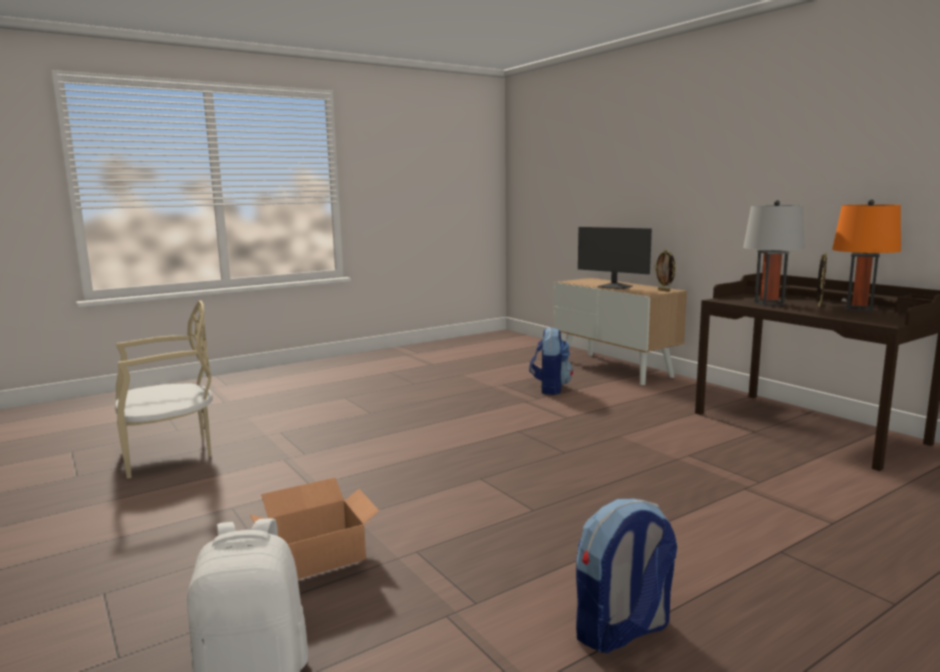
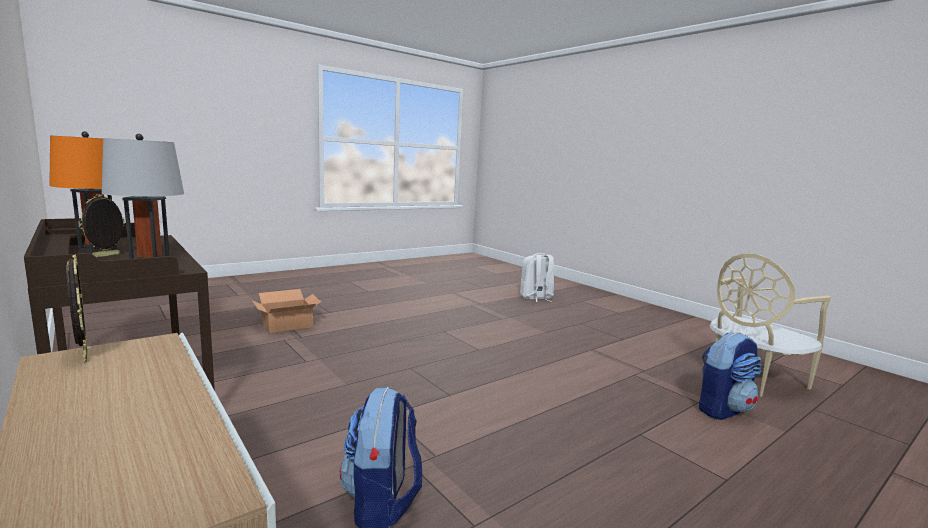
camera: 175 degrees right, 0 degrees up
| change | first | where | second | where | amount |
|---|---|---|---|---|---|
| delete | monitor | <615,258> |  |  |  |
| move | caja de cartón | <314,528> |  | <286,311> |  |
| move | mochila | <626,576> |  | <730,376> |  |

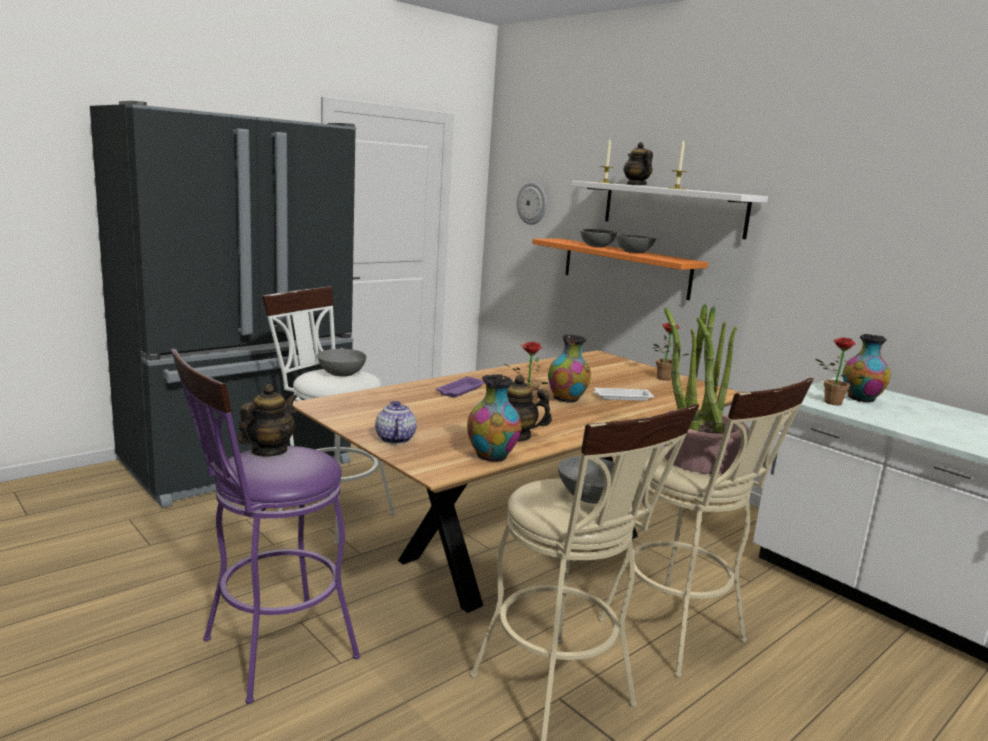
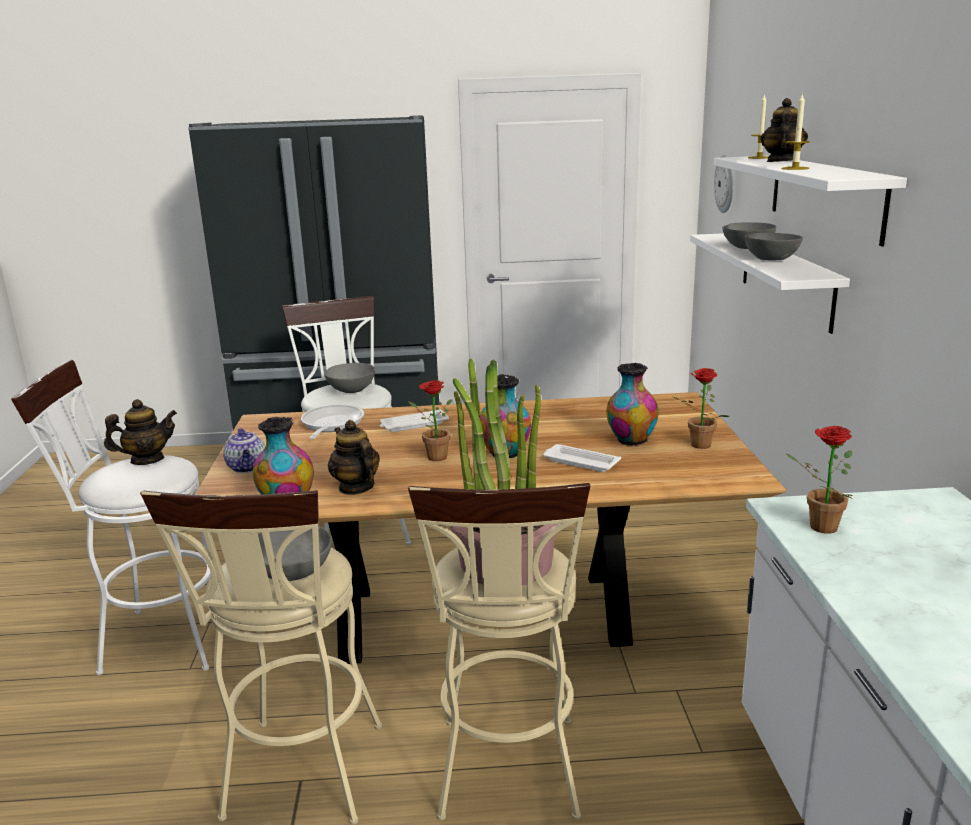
camera: 40 degrees right, 5 degrees up
| change | first | where | second | where | amount |
|---|---|---|---|---|---|
| recolor | estante/naranja | <620,269> | estante/blanco | <770,283> |  |
| move | florero | <866,368> |  | <632,404> |  |
| recolor | taburete/morado | <265,526> | taburete/blanco | <111,517> |  |
| recolor | bandeja/morado | <460,387> | bandeja/blanco | <414,420> |  |
| rotate | tetera | <396,422> |  | <244,450> | 135 degrees clockwise |
| insert |  |  | sartén | <333,421> |  |

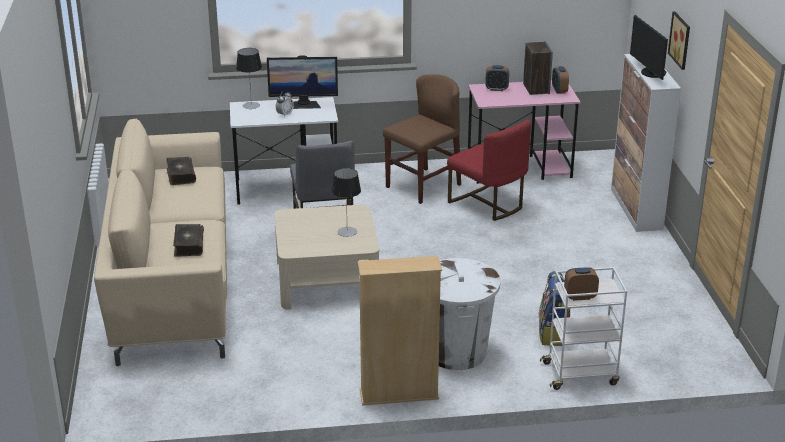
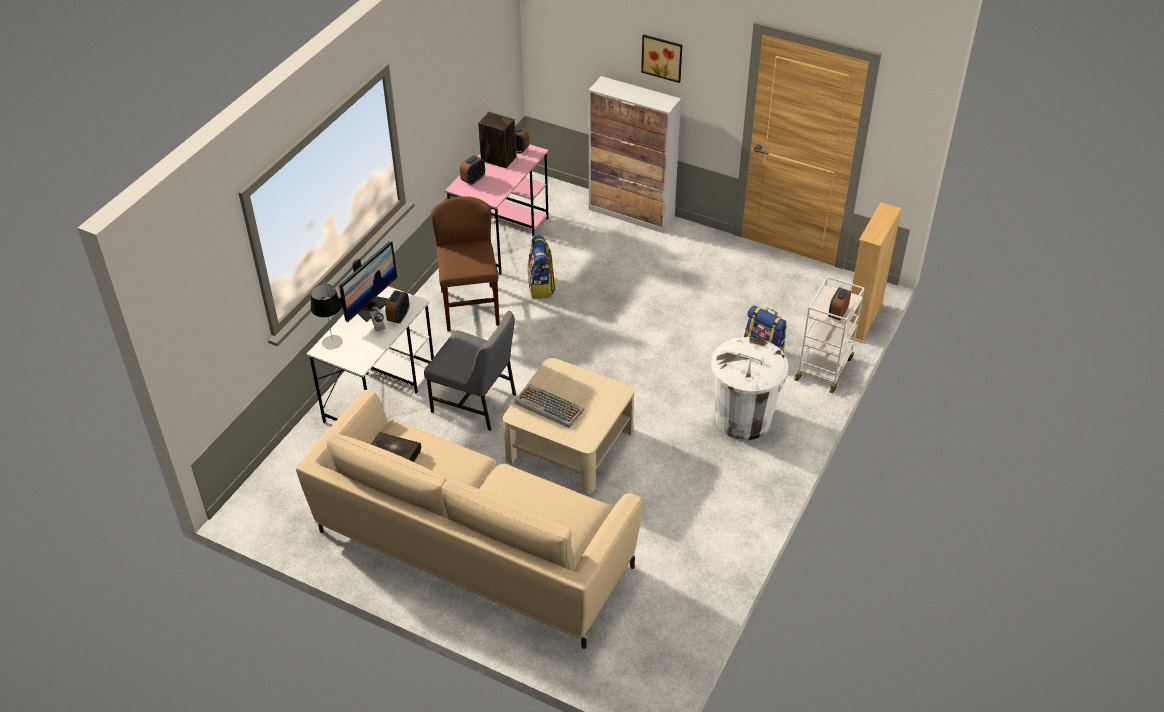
camera: 55 degrees left, 15 degrees up
| change | first | where | second | where | amount |
|---|---|---|---|---|---|
| delete | monitor | <649,47> |  |  |  |
| replace | silla/rojo | <489,170> | mochila | <541,267> |  |
| delete | lámpara de mesa | <346,202> |  |  |  |
| delete | libro | <188,240> |  |  |  |
| move | estantería/beis | <400,330> |  | <876,272> |  |
| insert |  |  | despertador | <397,306> |  |
| insert |  |  | teclado | <549,406> |  |

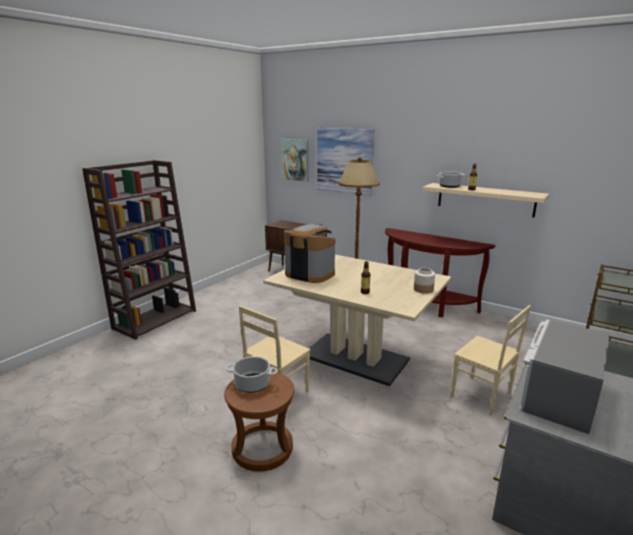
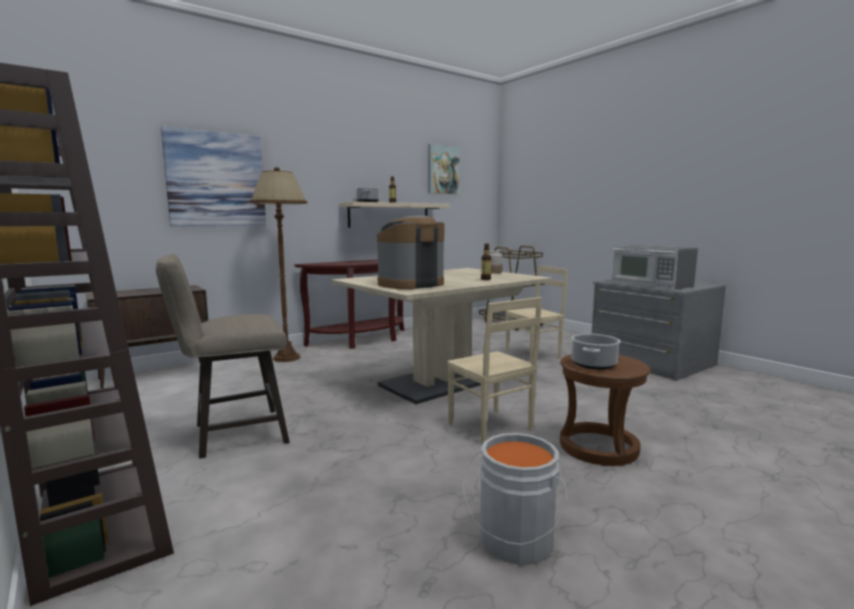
camera: 70 degrees left, 10 degrees down
| change | first | where | second | where | amount |
|---|---|---|---|---|---|
| move | cuadro | <294,160> |  | <444,169> |  |
| insert |  |  | taburete/beis | <223,356> |  |
| insert |  |  | cubo/gris | <515,499> |  |

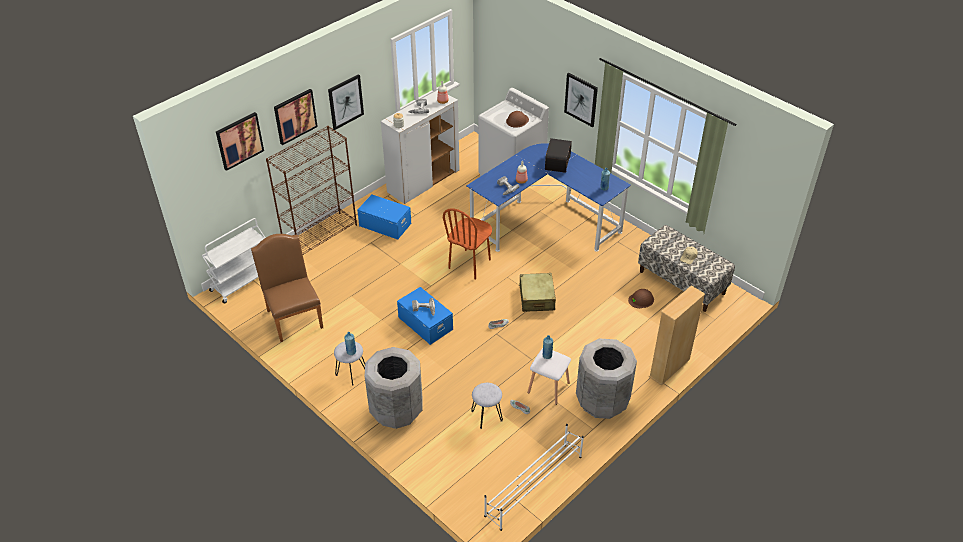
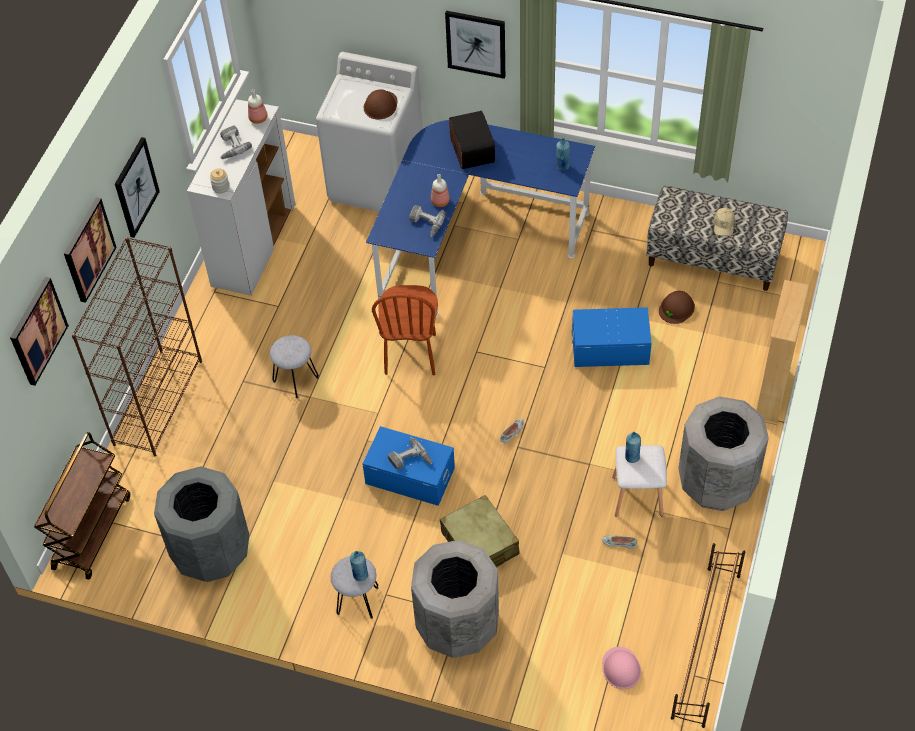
camera: 25 degrees left, 10 degrees up
| change | first | where | second | where | amount |
|---|---|---|---|---|---|
| move | caja de almacenaje/azul | <384,217> |  | <611,337> |  |
| recolor | carrito/blanco | <234,260> | carrito/marrón | <82,506> |  |
| replace | silla/marrón | <287,288> | papelera/gris | <201,524> |  |
| move | maleta/beis | <537,292> |  | <480,531> |  |
| move | taburete/gris | <487,406> |  | <294,366> |  |
| recolor | zapatero/blanco | <534,477> | zapatero/marrón | <708,635> |  |
| insert |  |  | casco/rosa | <621,668> |  |

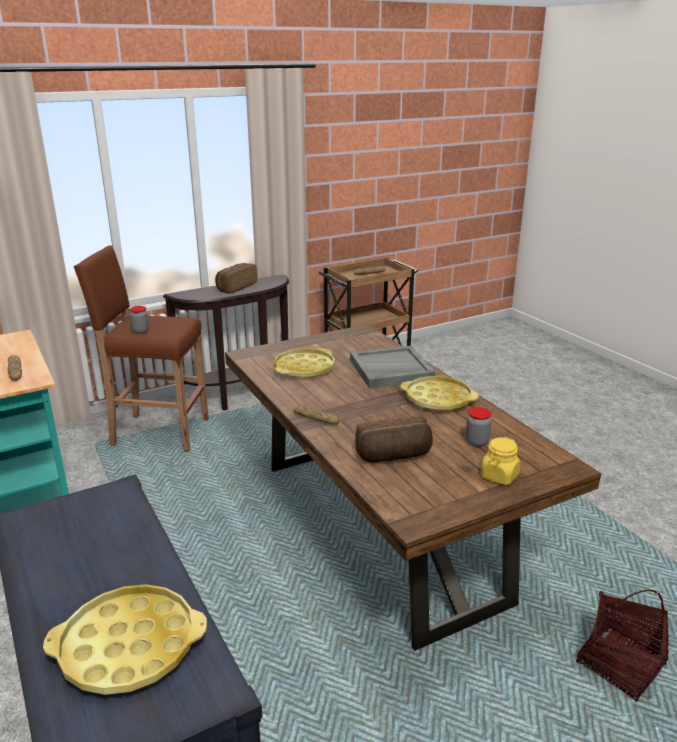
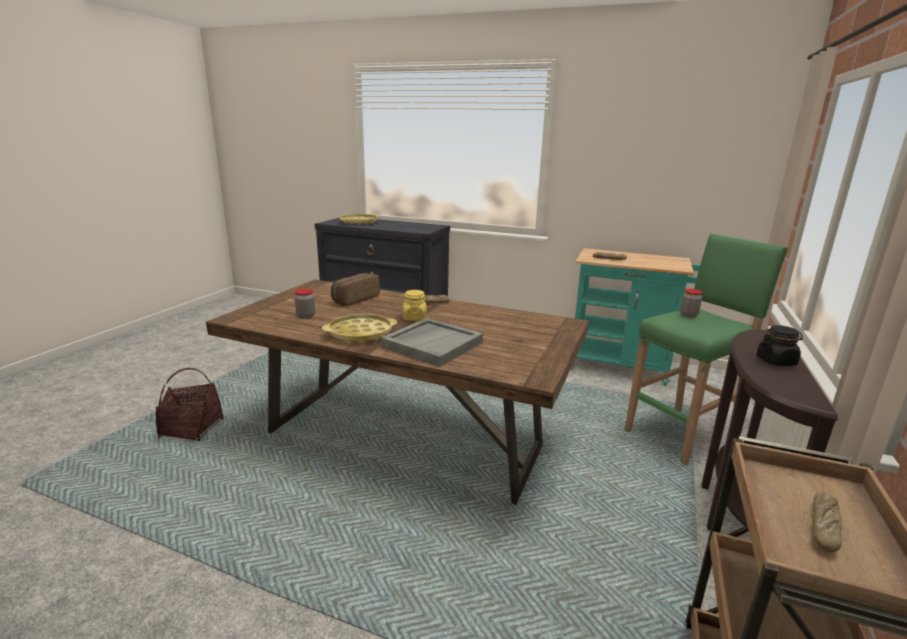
camera: 140 degrees right, 5 degrees down
| change | first | where | second | where | amount |
|---|---|---|---|---|---|
| recolor | taburete/marrón | <141,348> | taburete/verde | <706,349> |  |
| replace | pan | <236,278> | tarro/negro | <779,345> |  |
| delete | bandeja/amarillo | <304,363> |  |  |  |
| move | tarro/amarillo | <501,461> |  | <414,305> |  |

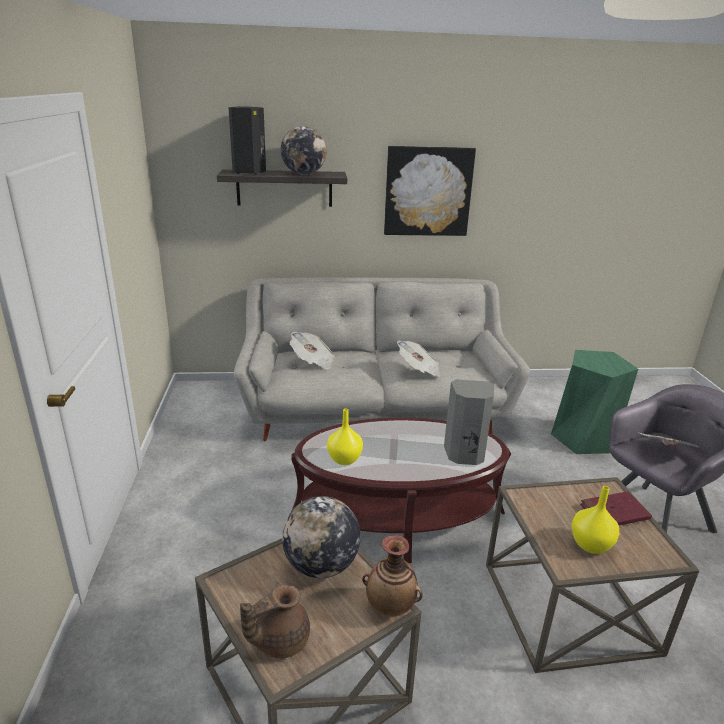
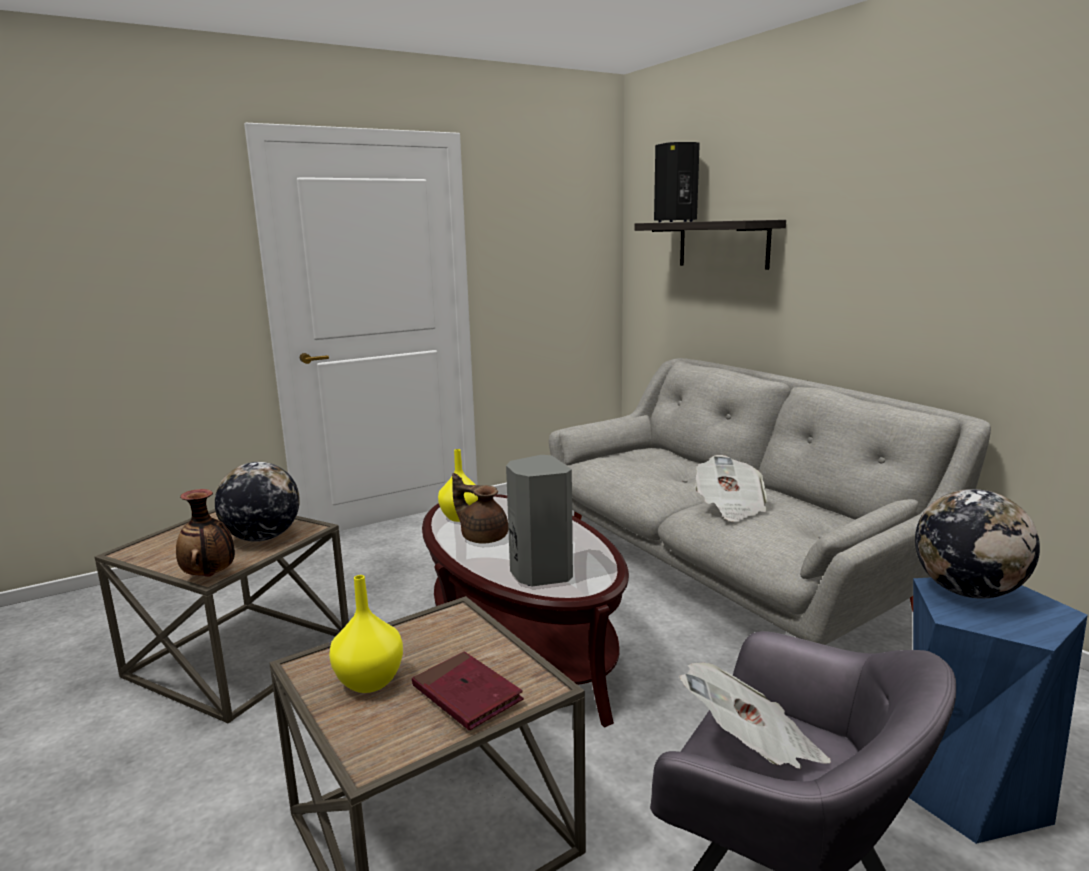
camera: 65 degrees right, 10 degrees down
| change | first | where | second | where | amount |
|---|---|---|---|---|---|
| move | globo terráqueo | <303,150> |  | <977,544> |  |
| delete | cuadro | <430,191> |  |  |  |
| delete | periódico | <312,351> |  |  |  |
| recolor | taburete/verde | <594,402> | taburete/azul | <998,711> |  |
| move | tetera/marrón | <275,621> |  | <480,508> |  |

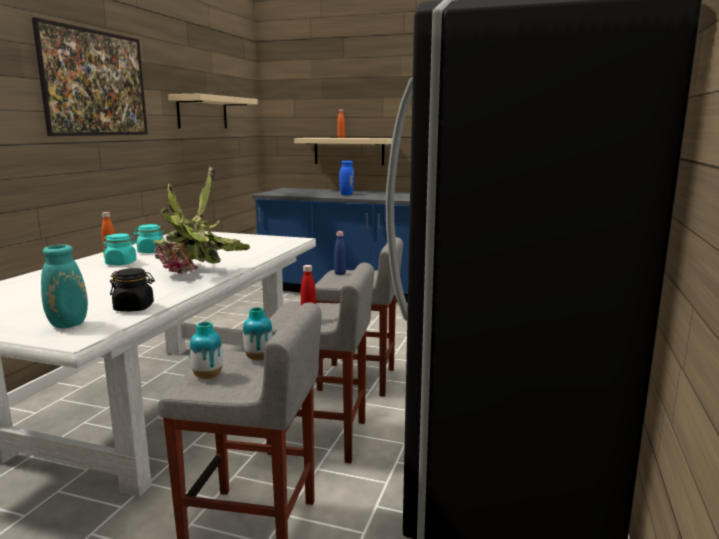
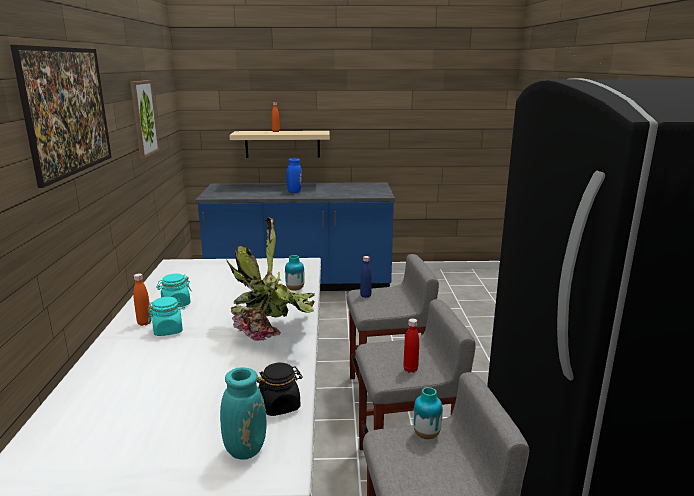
camera: 20 degrees left, 5 degrees up
| change | first | where | second | where | amount |
|---|---|---|---|---|---|
| replace | estante/beis | <213,111> | cuadro | <145,119> |  |
| move | florero | <206,350> |  | <295,273> |  |

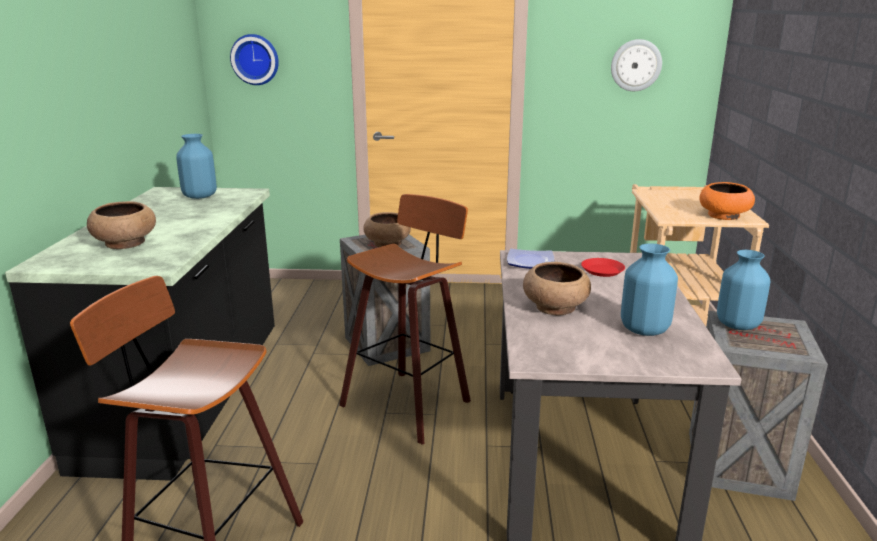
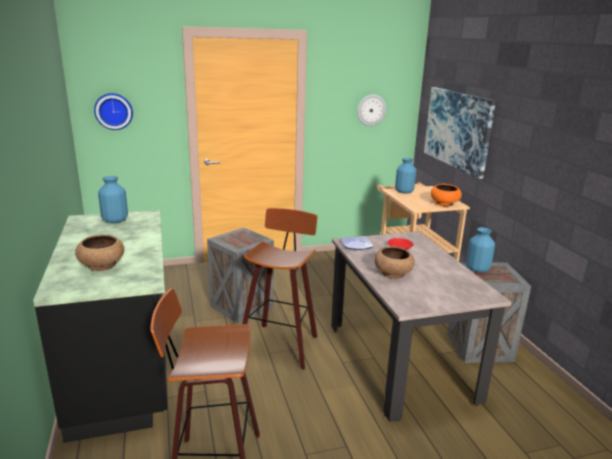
camera: 20 degrees left, 0 degrees up
| change | first | where | second | where | amount |
|---|---|---|---|---|---|
| delete | cuenco/marrón | <387,229> |  |  |  |
| move | florero/azul | <649,289> |  | <405,176> |  |
| insert |  |  | cuadro | <460,133> |  |

